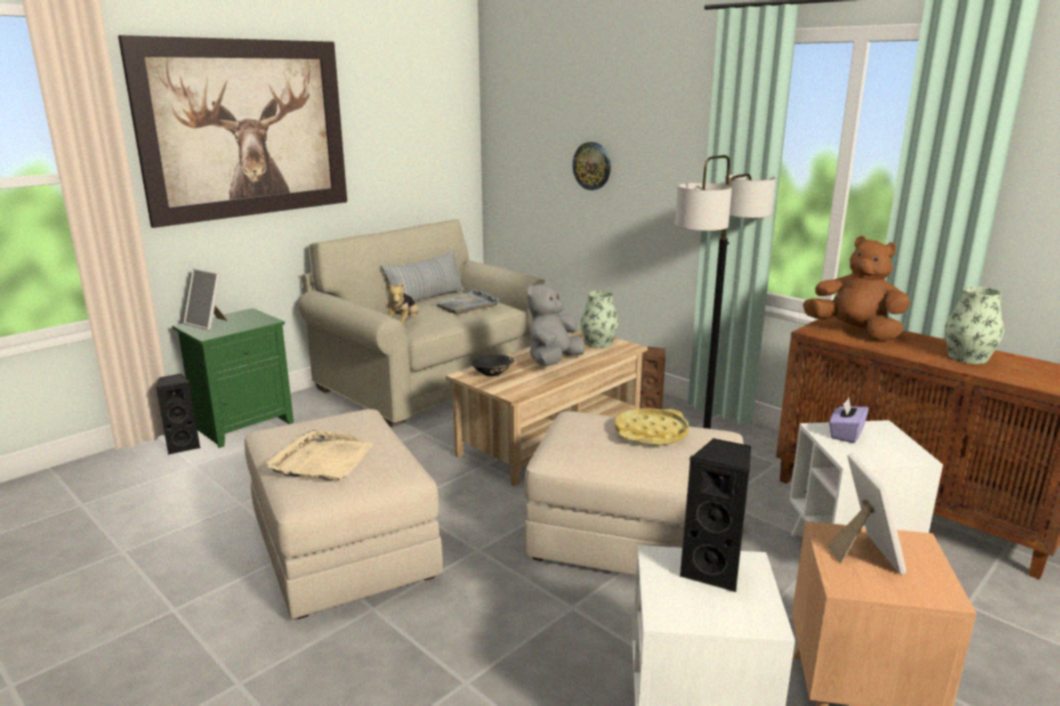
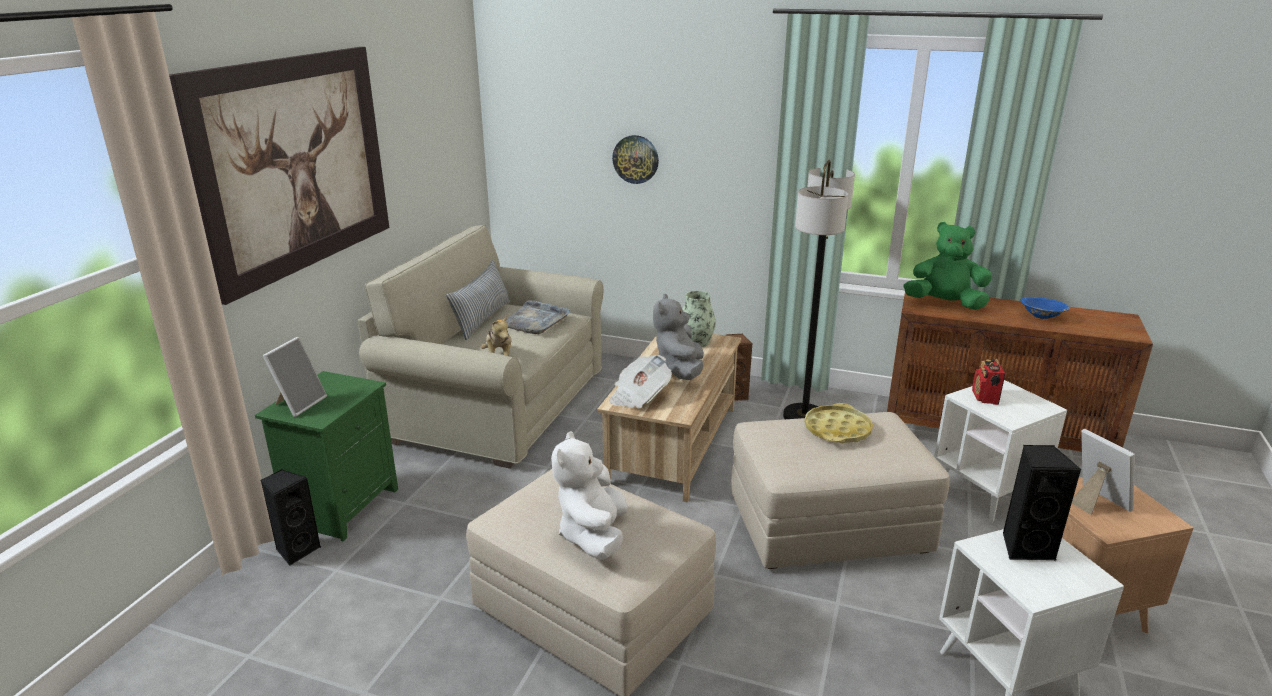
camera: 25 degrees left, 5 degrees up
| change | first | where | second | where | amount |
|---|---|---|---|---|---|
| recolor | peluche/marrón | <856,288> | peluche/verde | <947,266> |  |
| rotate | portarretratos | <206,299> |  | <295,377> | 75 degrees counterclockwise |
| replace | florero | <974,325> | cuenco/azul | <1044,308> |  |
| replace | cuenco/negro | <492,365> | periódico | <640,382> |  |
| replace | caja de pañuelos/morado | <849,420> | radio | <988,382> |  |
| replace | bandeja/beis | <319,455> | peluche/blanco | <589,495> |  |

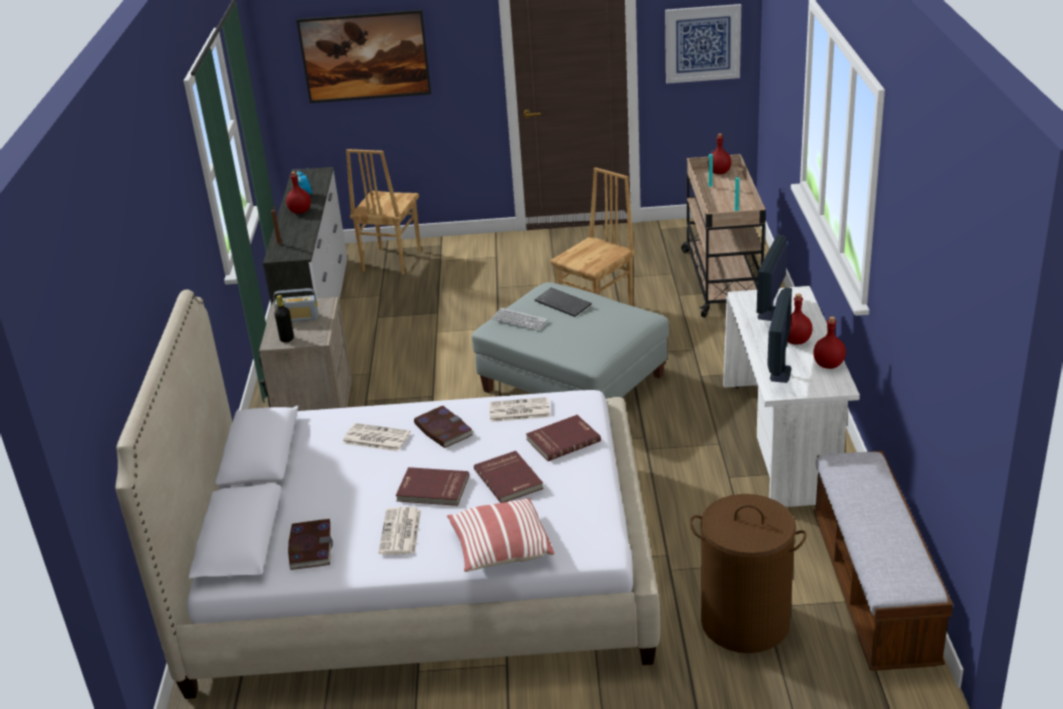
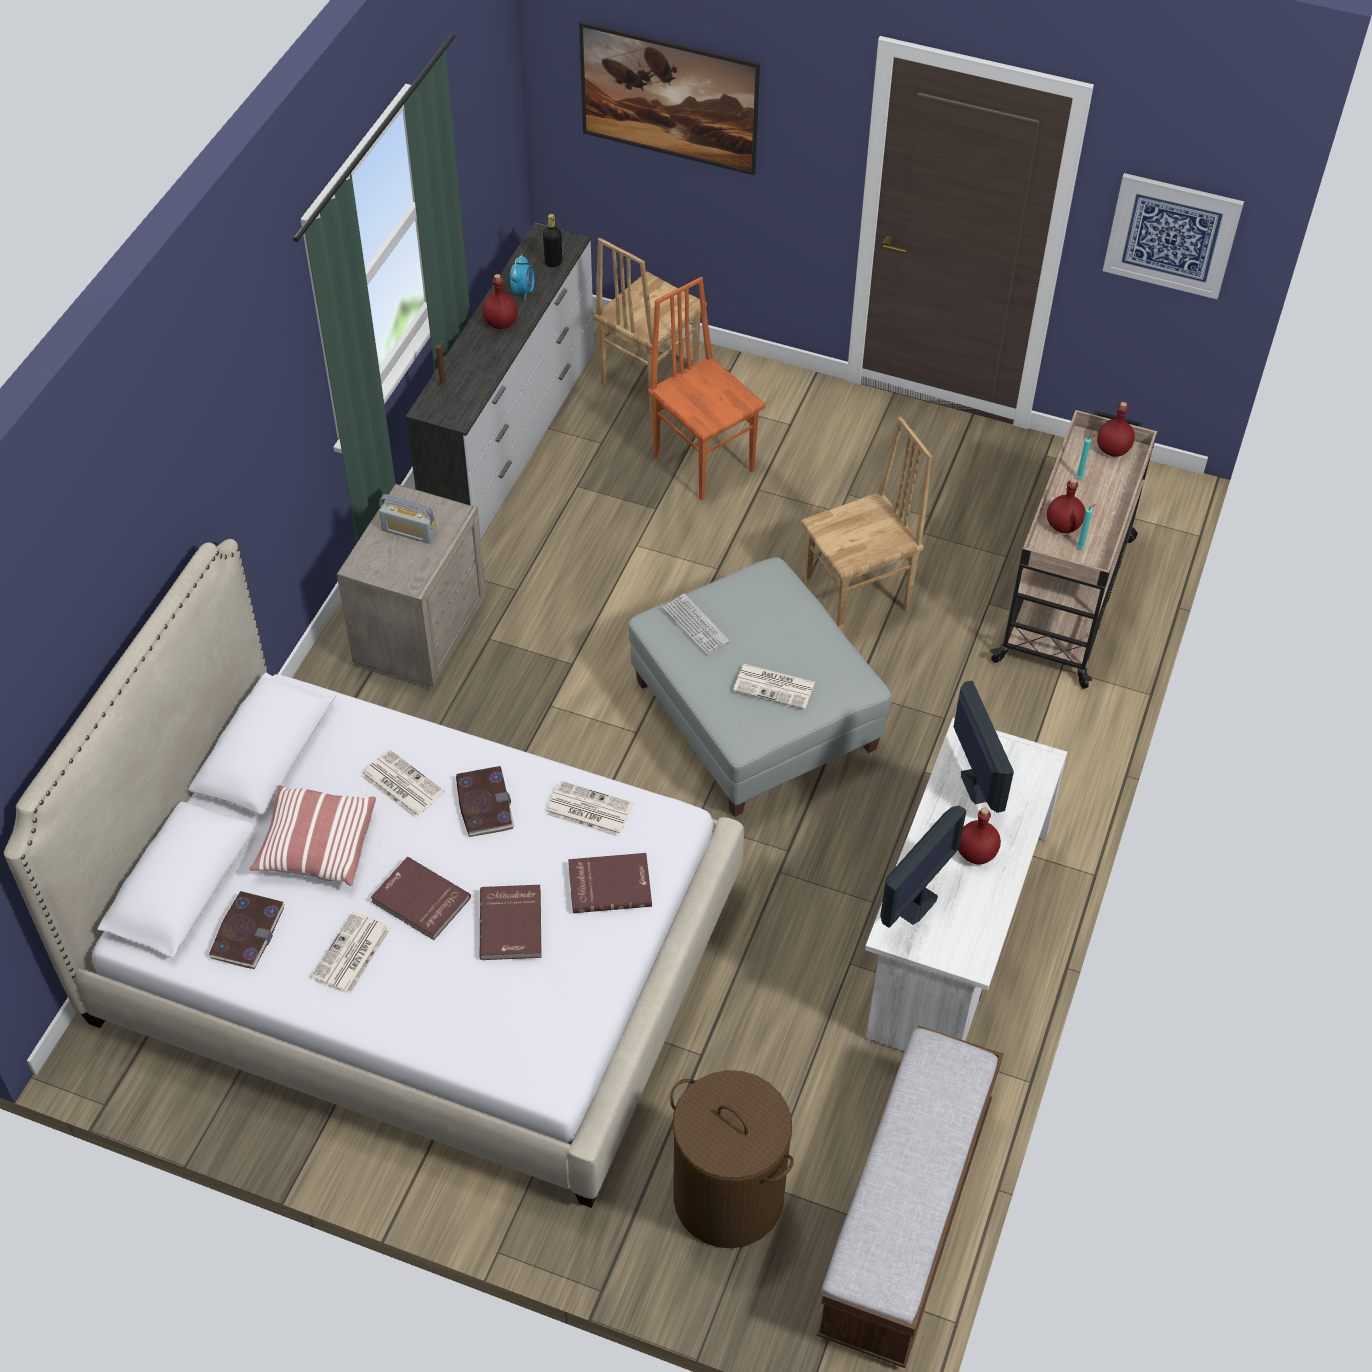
camera: 20 degrees right, 20 degrees up
| change | first | where | second | where | amount |
|---|---|---|---|---|---|
| rotate | monitor | <772,277> |  | <984,747> | 120 degrees clockwise |
| delete | teclado | <563,302> |  |  |  |
| move | botella/negro | <284,319> |  | <552,240> |  |
| move | botella/rojo | <829,342> |  | <1066,505> |  |
| move | cojín | <500,535> |  | <313,835> |  |
| insert |  |  | silla/naranja | <707,388> |  |
| insert |  |  | periódico | <774,687> |  |

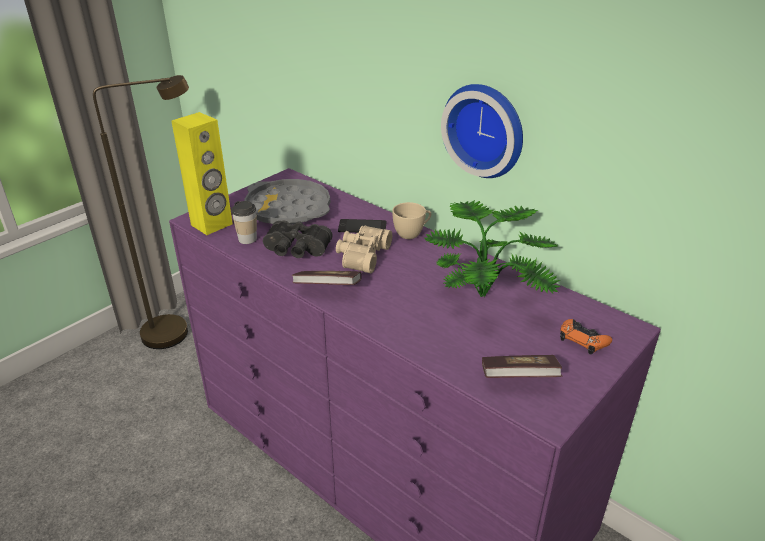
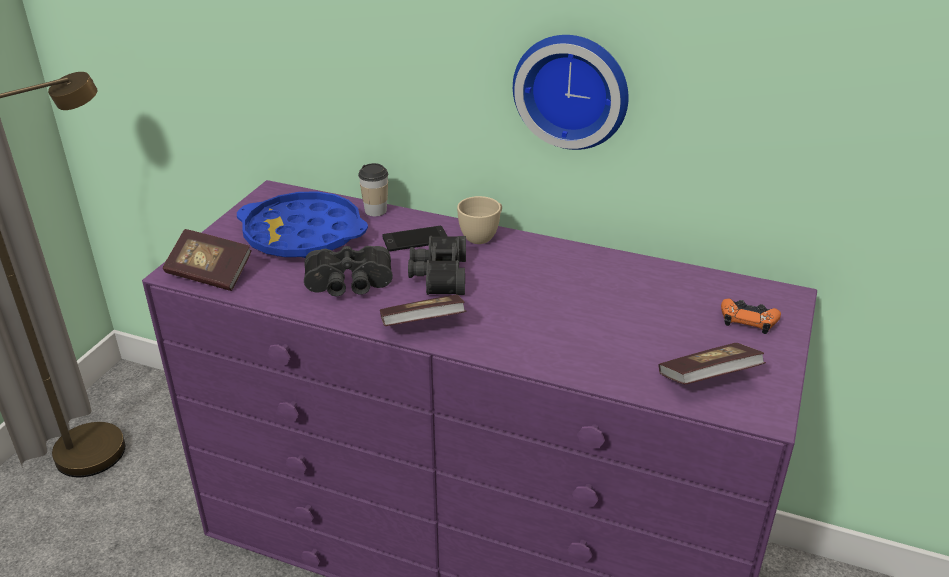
camera: 20 degrees left, 0 degrees up
| change | first | where | second | where | amount |
|---|---|---|---|---|---|
| replace | altavoz/amarillo | <202,173> | libro | <207,260> |  |
| recolor | bandeja/gris | <287,201> | bandeja/azul | <302,224> |  |
| delete | planta en maceta | <492,248> |  |  |  |
| move | taza | <244,222> |  | <373,189> |  |
| recolor | prismáticos/beis | <364,249> | prismáticos/negro | <437,265> |  |

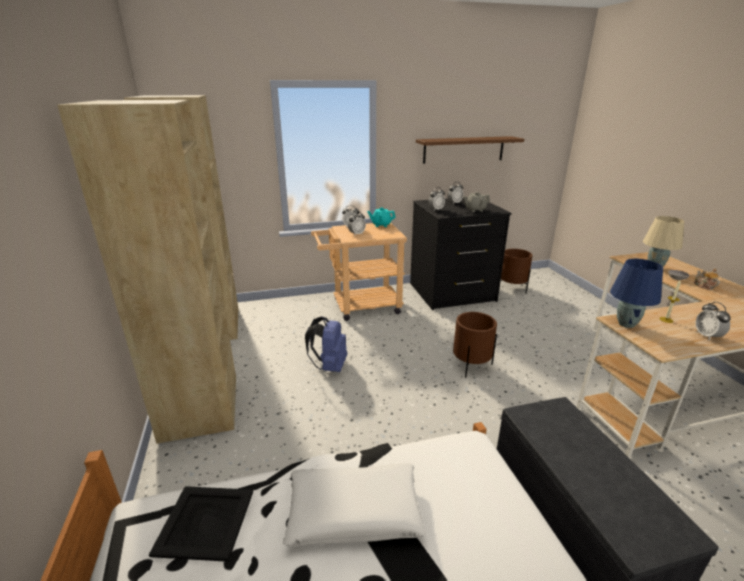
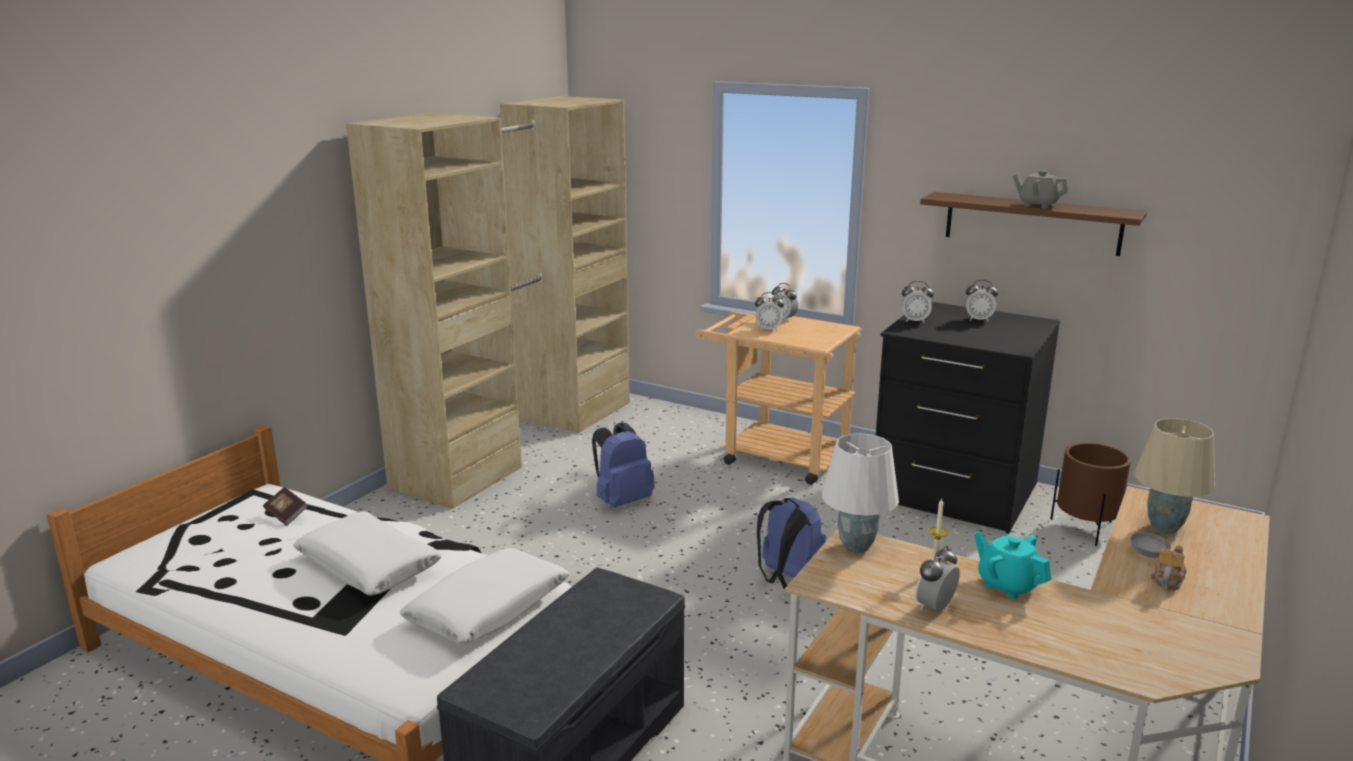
camera: 45 degrees right, 5 degrees down
| change | first | where | second | where | amount |
|---|---|---|---|---|---|
| move | tetera/gris | <476,202> |  | <1041,189> |  |
| move | tetera/turquesa | <381,217> |  | <1012,565> |  |
| recolor | lámpara de mesa/azul | <636,293> | lámpara de mesa/blanco | <860,493> |  |
| replace | maceta/marrón | <475,345> | mochila/azul | <791,543> |  |
| replace | bandeja/negro | <201,524> | libro | <285,506> |  |
| insert |  |  | cojín/blanco | <485,596> |  |

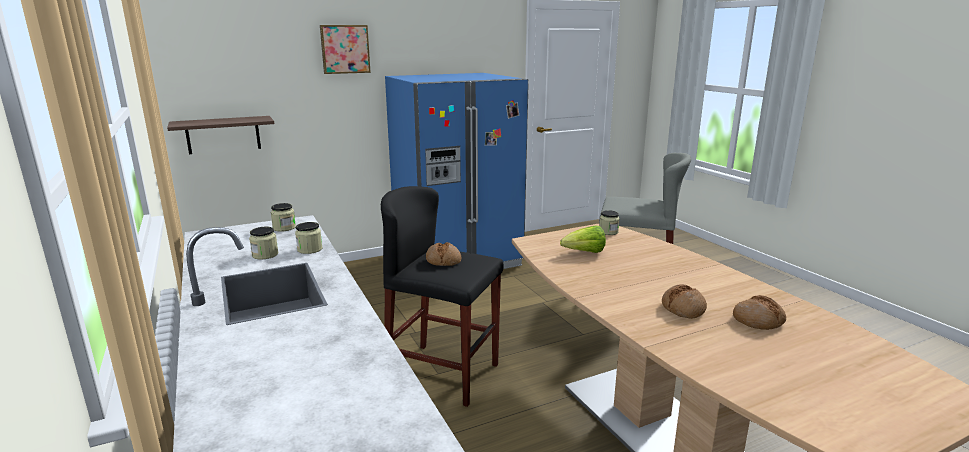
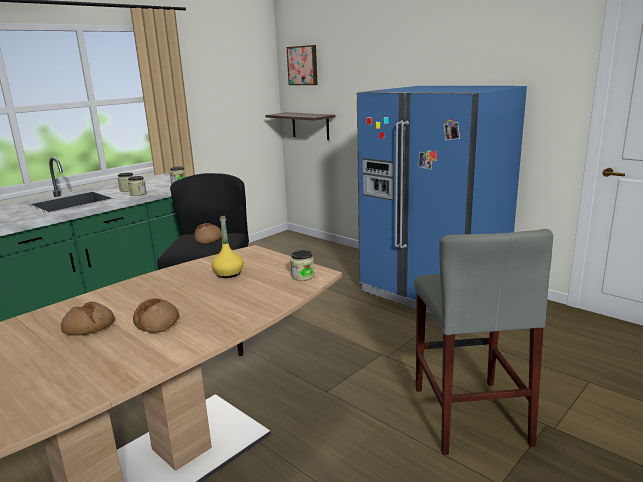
camera: 70 degrees right, 0 degrees up
| change | first | where | second | where | amount |
|---|---|---|---|---|---|
| move | cuadro | <345,49> |  | <301,65> |  |
| replace | lechuga | <583,239> | botella/amarillo | <227,247> |  |
| move | pan | <759,312> |  | <156,315> |  |

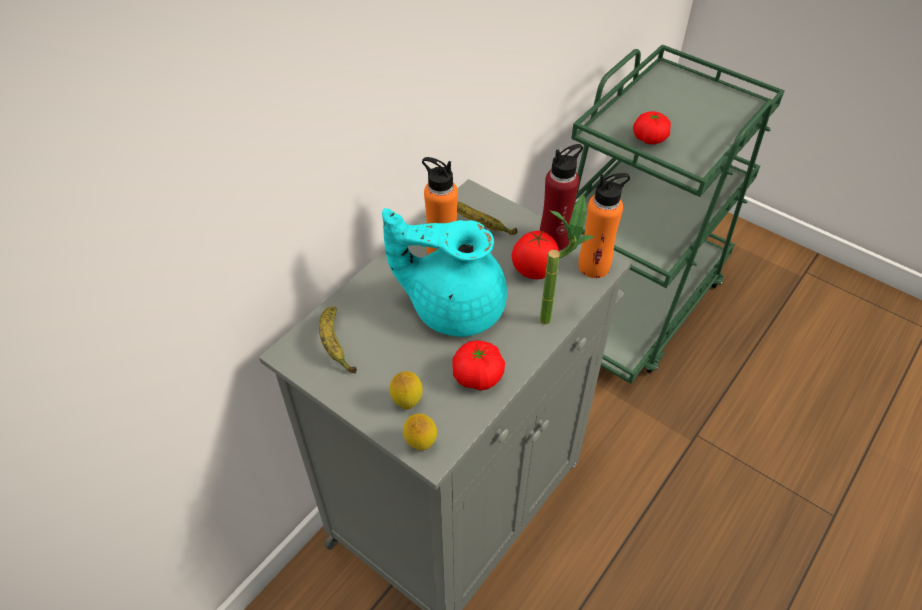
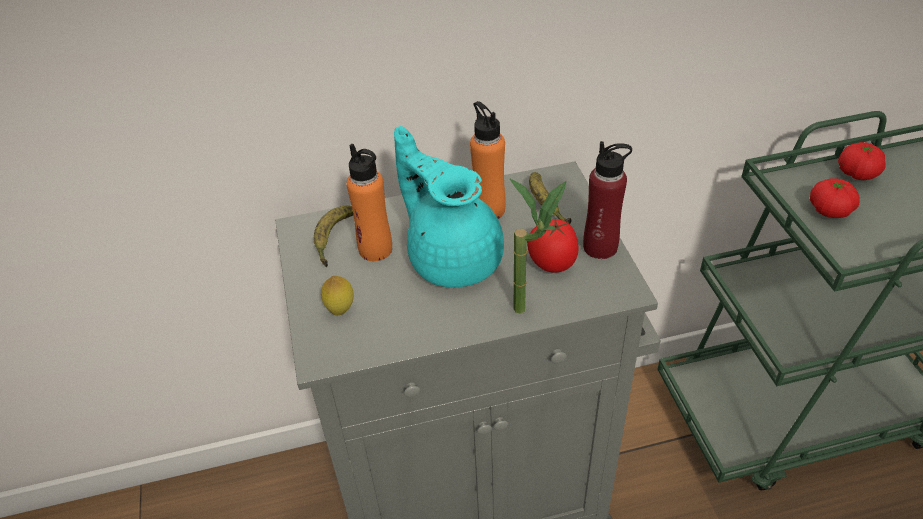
camera: 40 degrees right, 5 degrees down
| change | first | where | second | where | amount |
|---|---|---|---|---|---|
| move | botella/naranja | <604,225> |  | <369,202> |  |
| move | tomate | <479,365> |  | <862,161> |  |
| delete | limón | <420,431> |  |  |  |

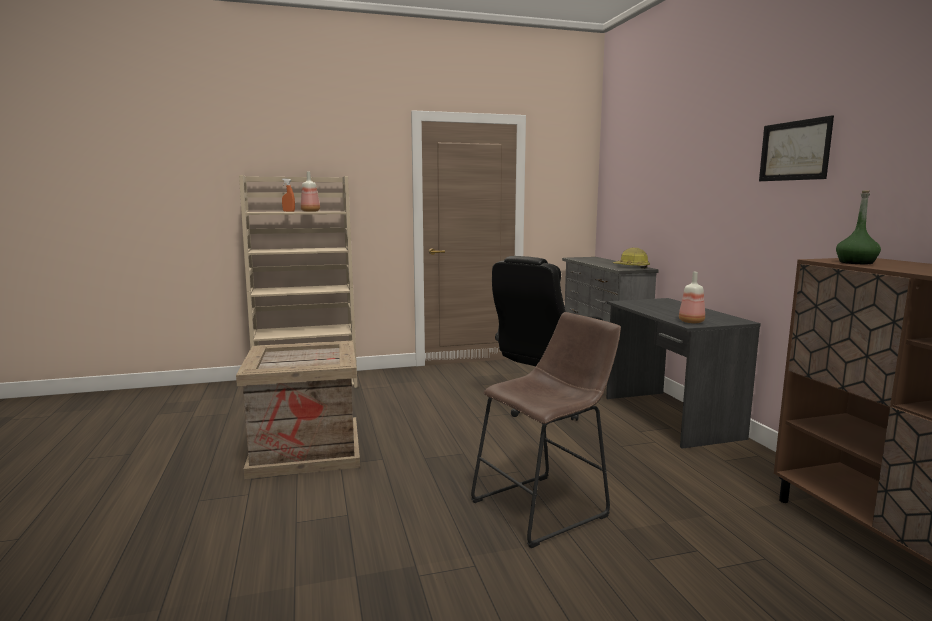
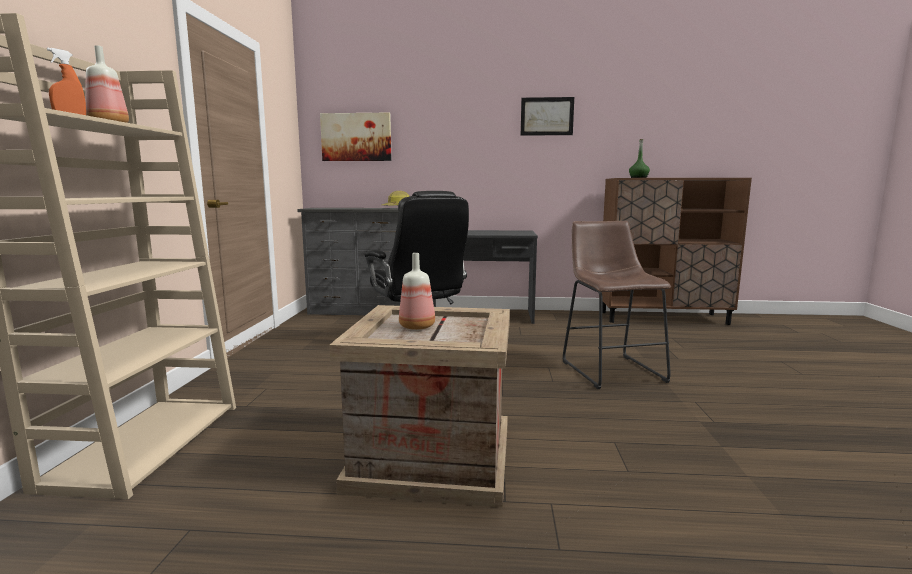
camera: 70 degrees left, 0 degrees up
| change | first | where | second | where | amount |
|---|---|---|---|---|---|
| move | botella | <692,297> |  | <417,291> |  |
| insert |  |  | cuadro | <356,137> |  |

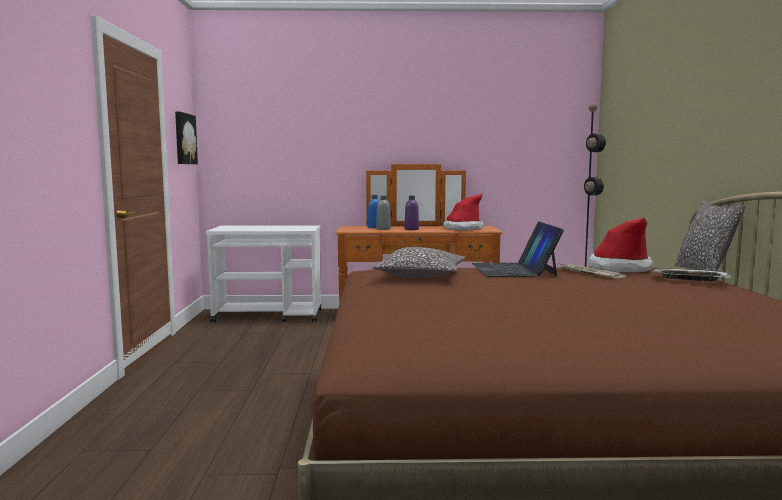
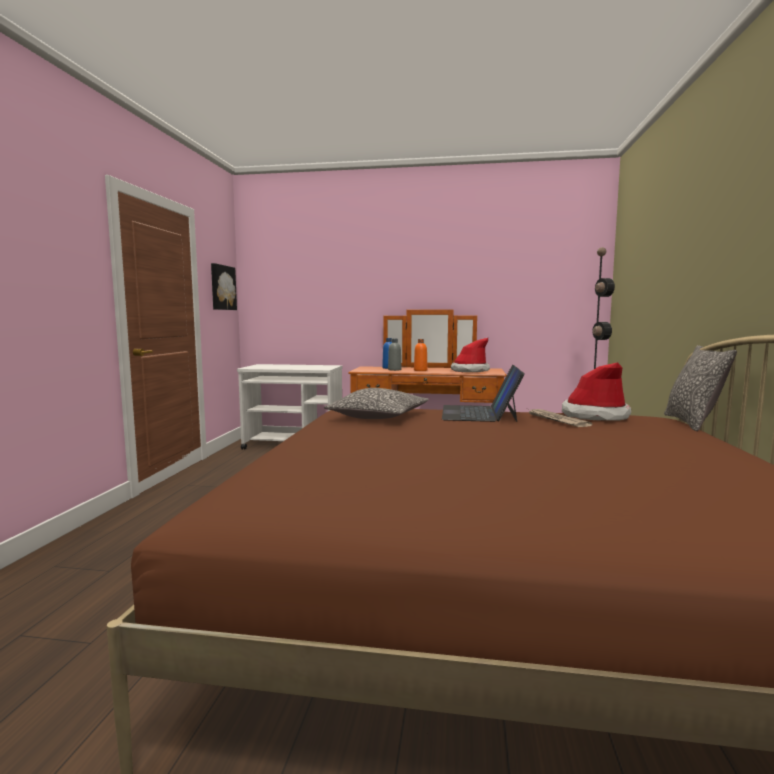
camera: 10 degrees right, 0 degrees up
| change | first | where | second | where | amount |
|---|---|---|---|---|---|
| recolor | botella/morado | <412,213> | botella/naranja | <421,355> |  |
| delete | bandeja | <692,275> |  |  |  |

